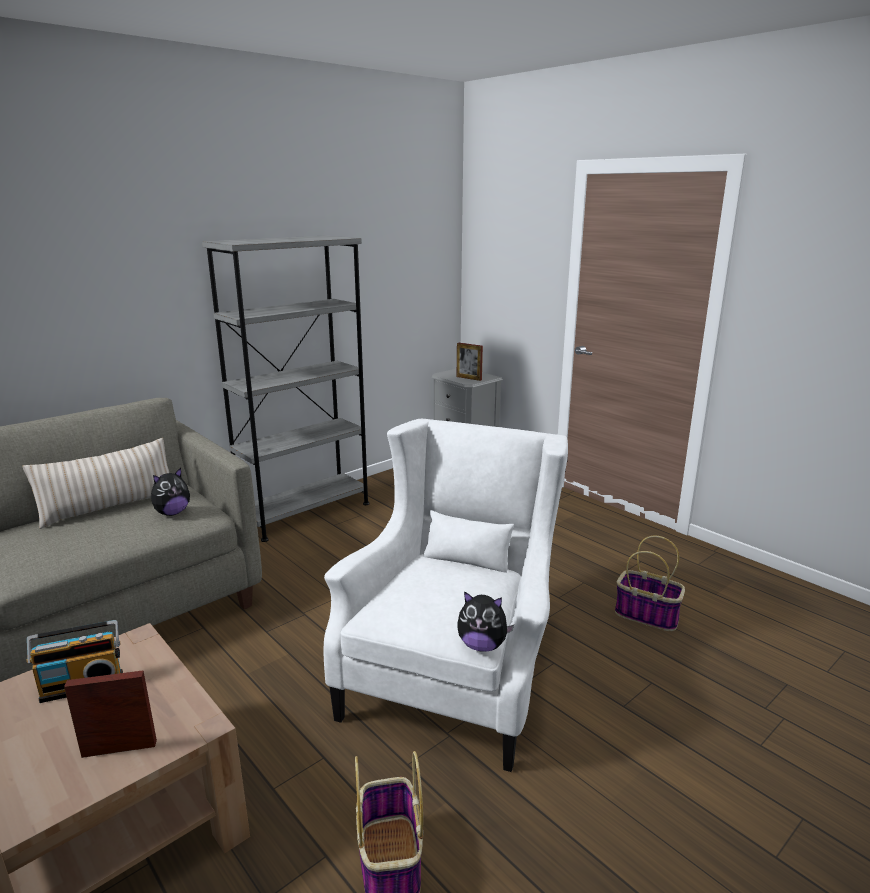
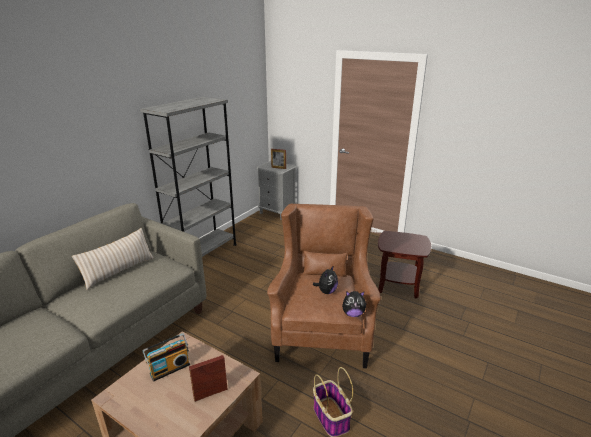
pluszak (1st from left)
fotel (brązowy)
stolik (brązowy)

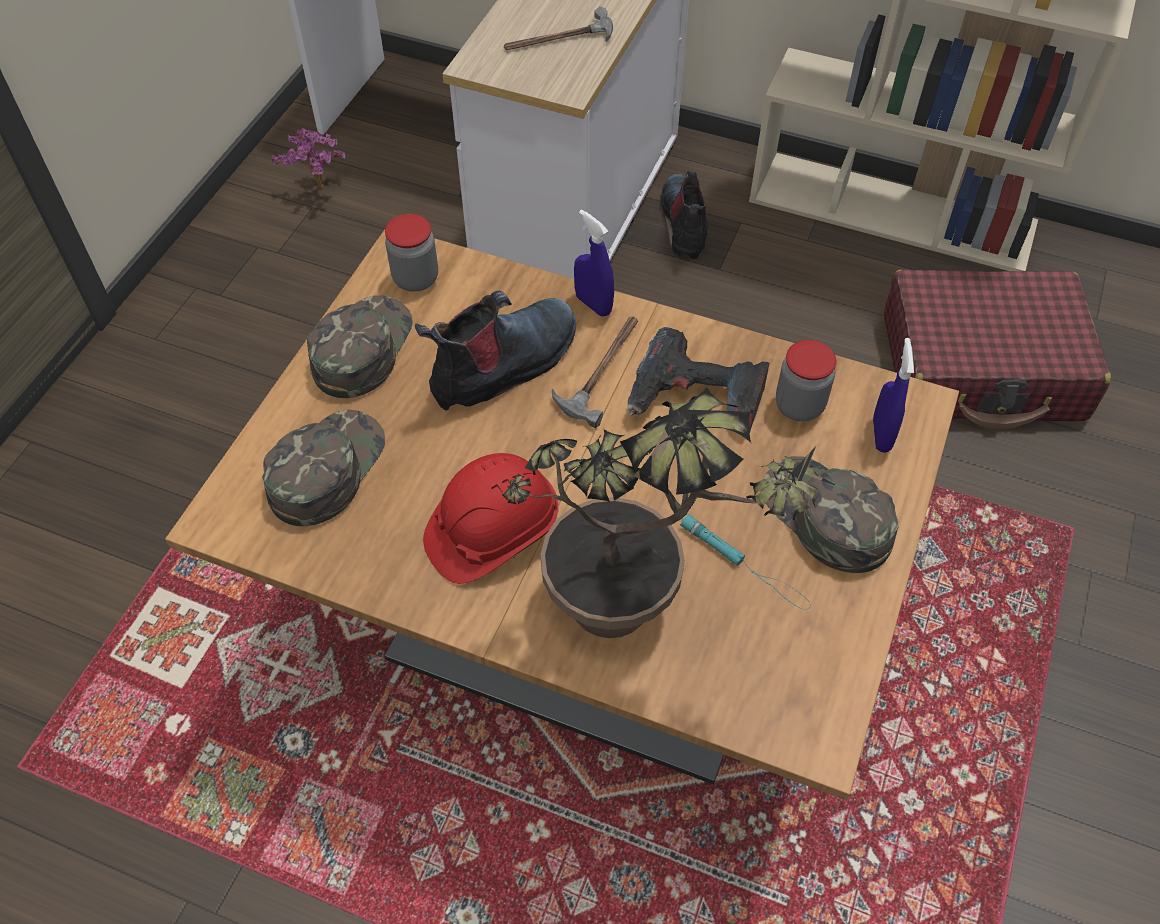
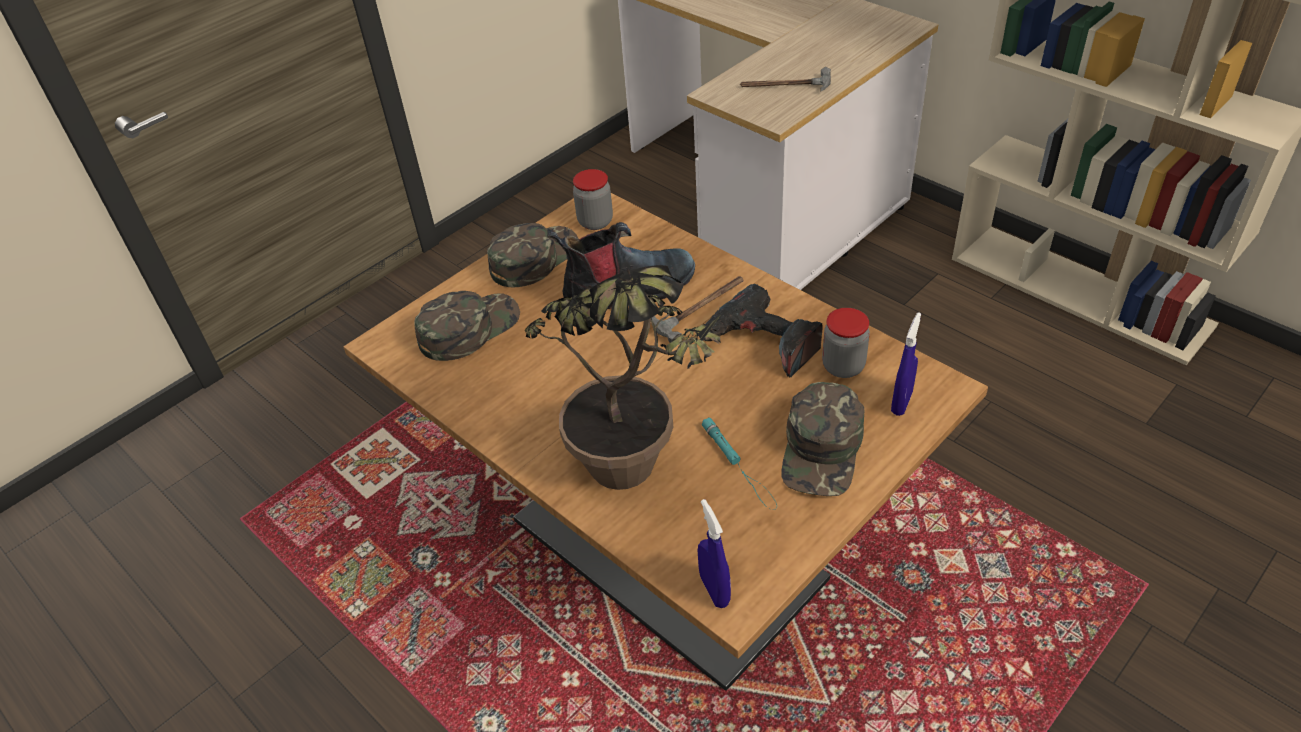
roślina doniczkowa (1st from left in the first image)
kask (czerwony)
spryskiwacz (niebieski) (1st from left)
but z cholewką (2nd from left in the first image)
czapka z daszkiem (zielony) (3rd from left)
walizka (czerwony)

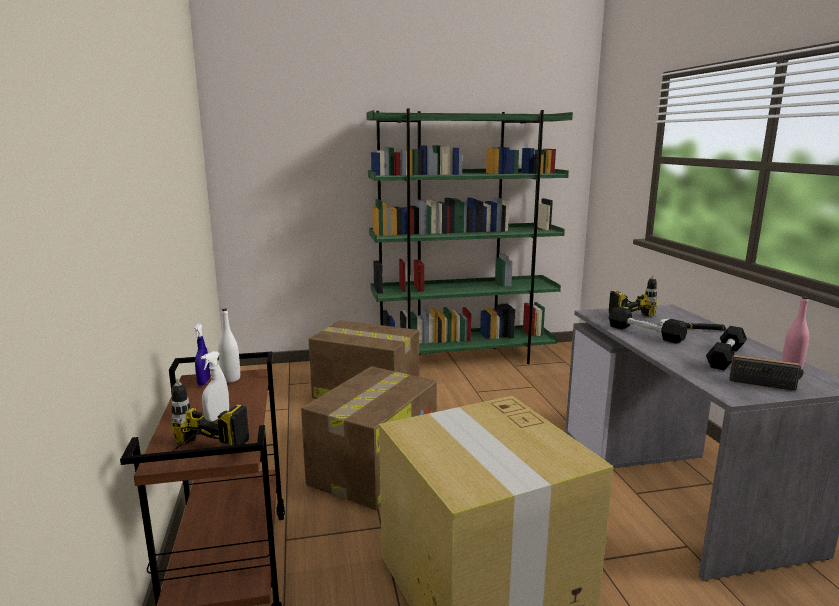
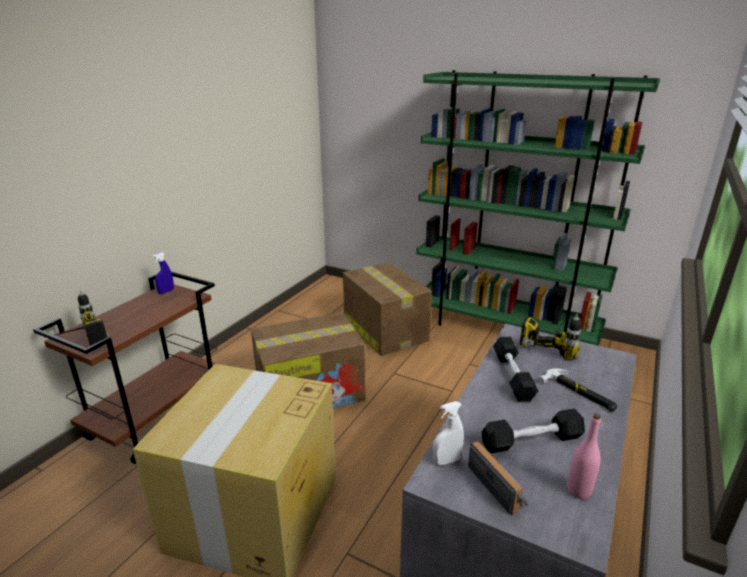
spryskiwacz (biały)
butelka (biały)

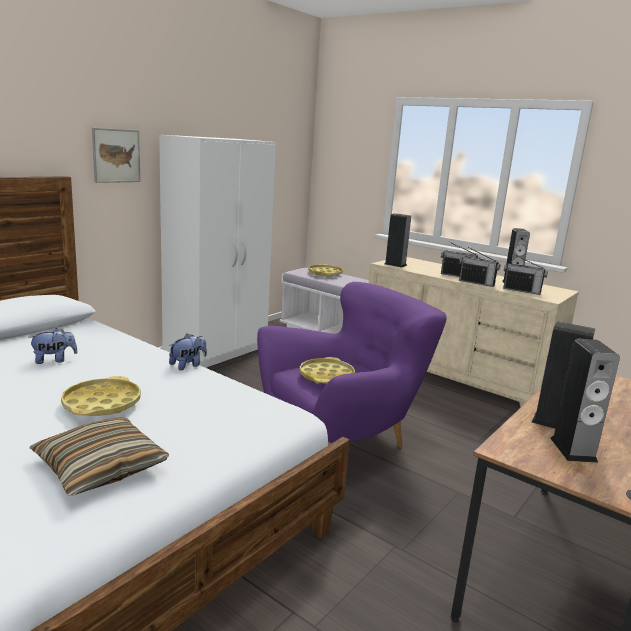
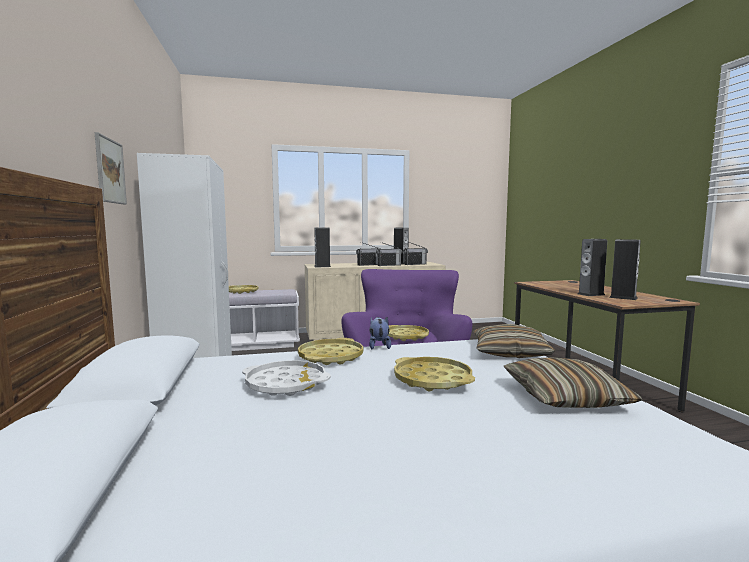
taca (biały)
taca (żółty) (2nd from left)
poduszka (1st from left)

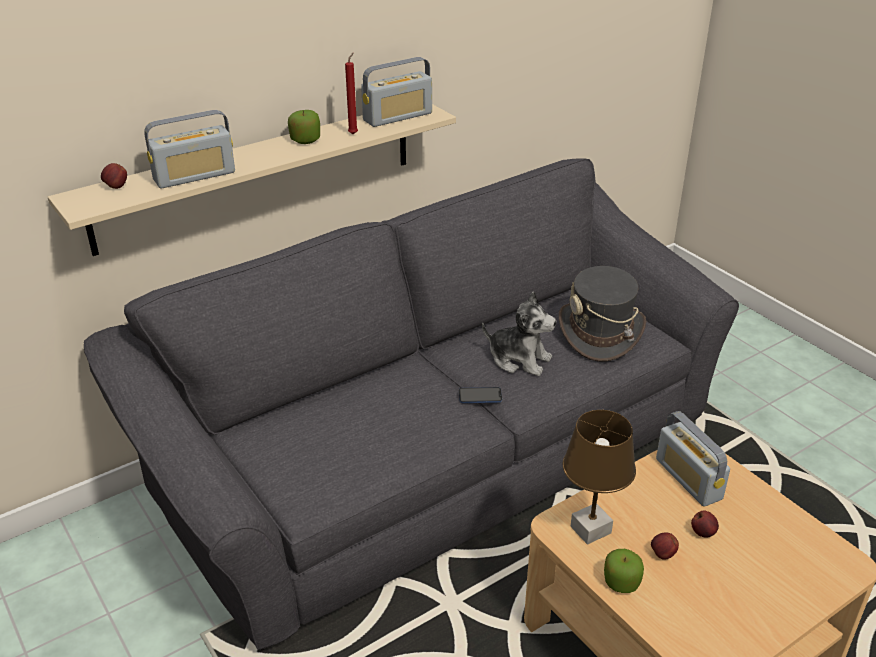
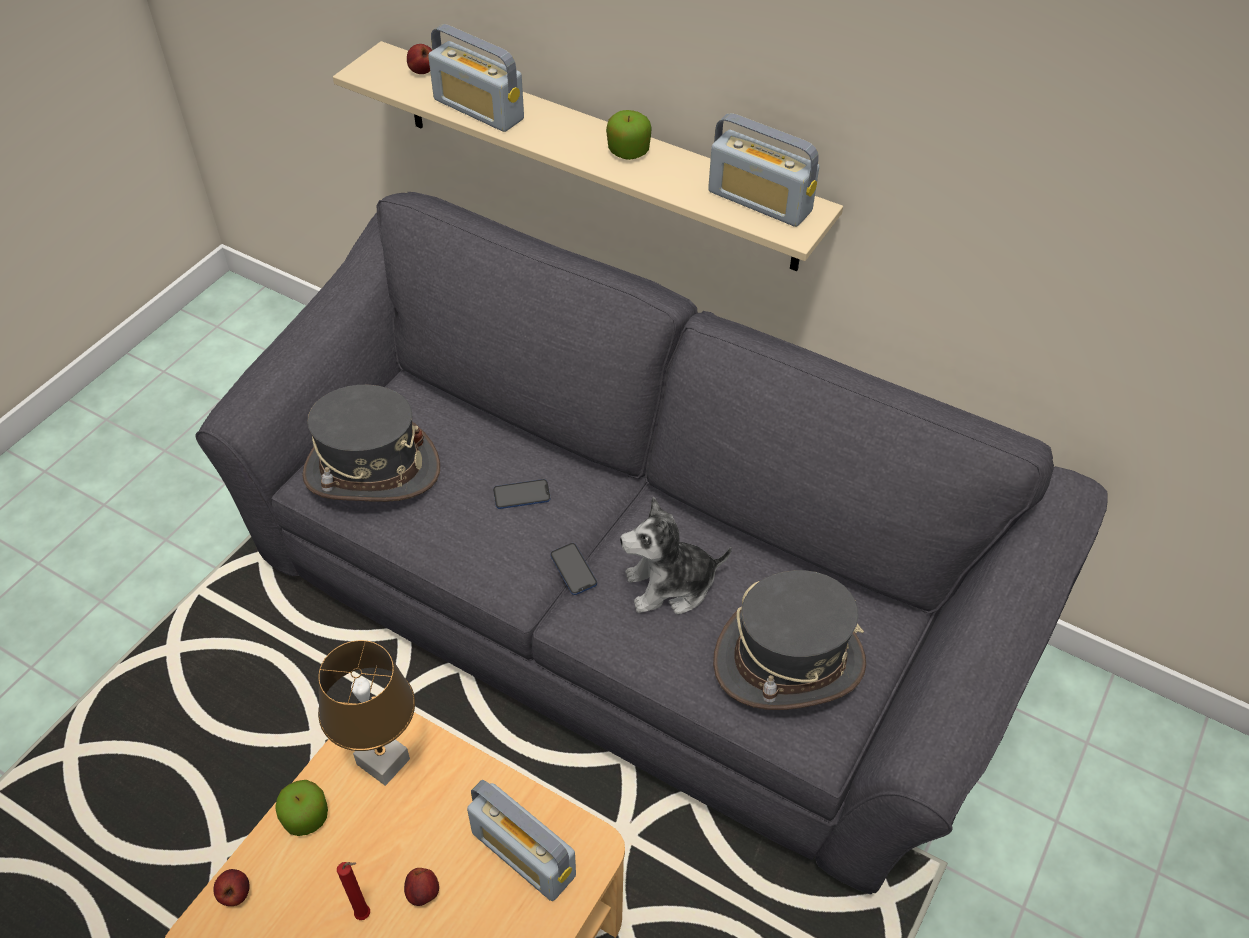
świeca (czerwony)
pluszak
jabłko (1st from left)
radio (2nd from left)
kapelusz (szary) (1st from left)
telefon (1st from left)

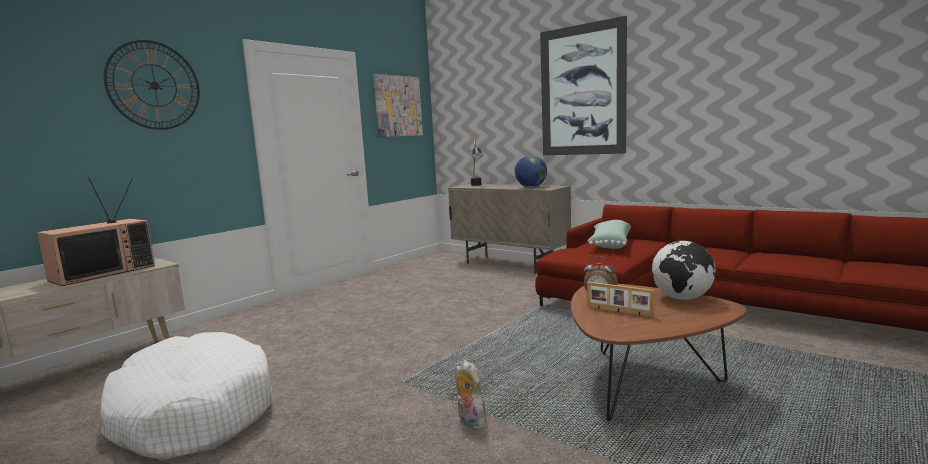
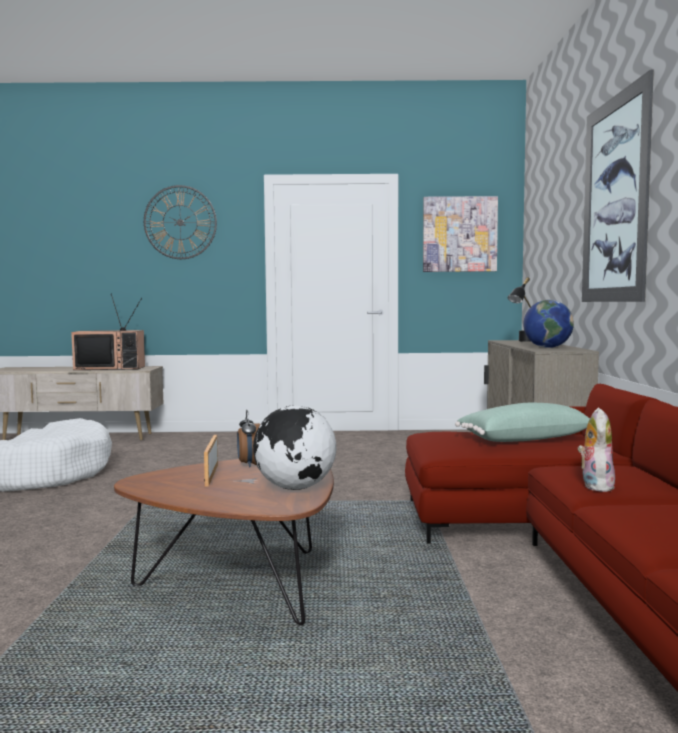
pluszak

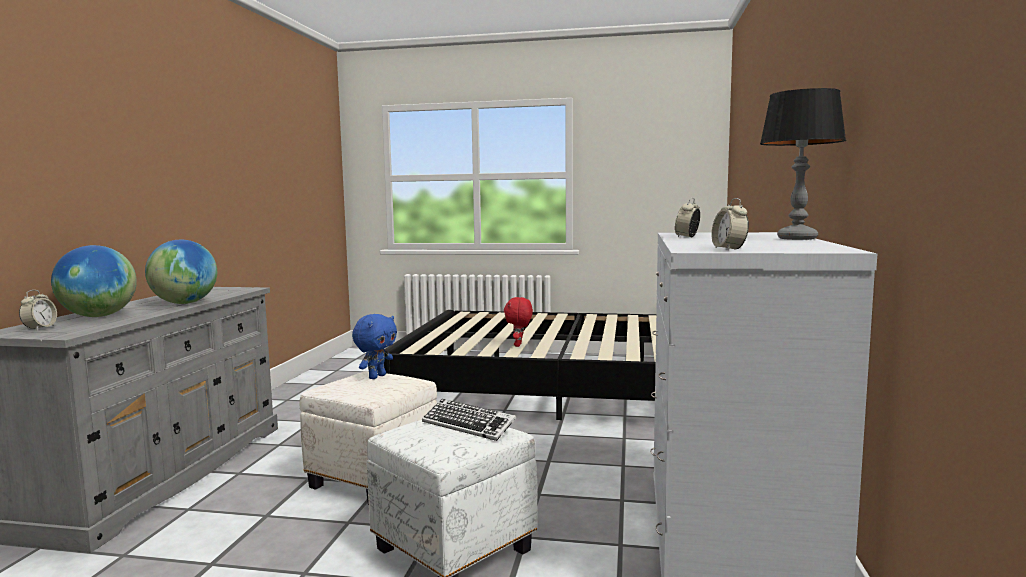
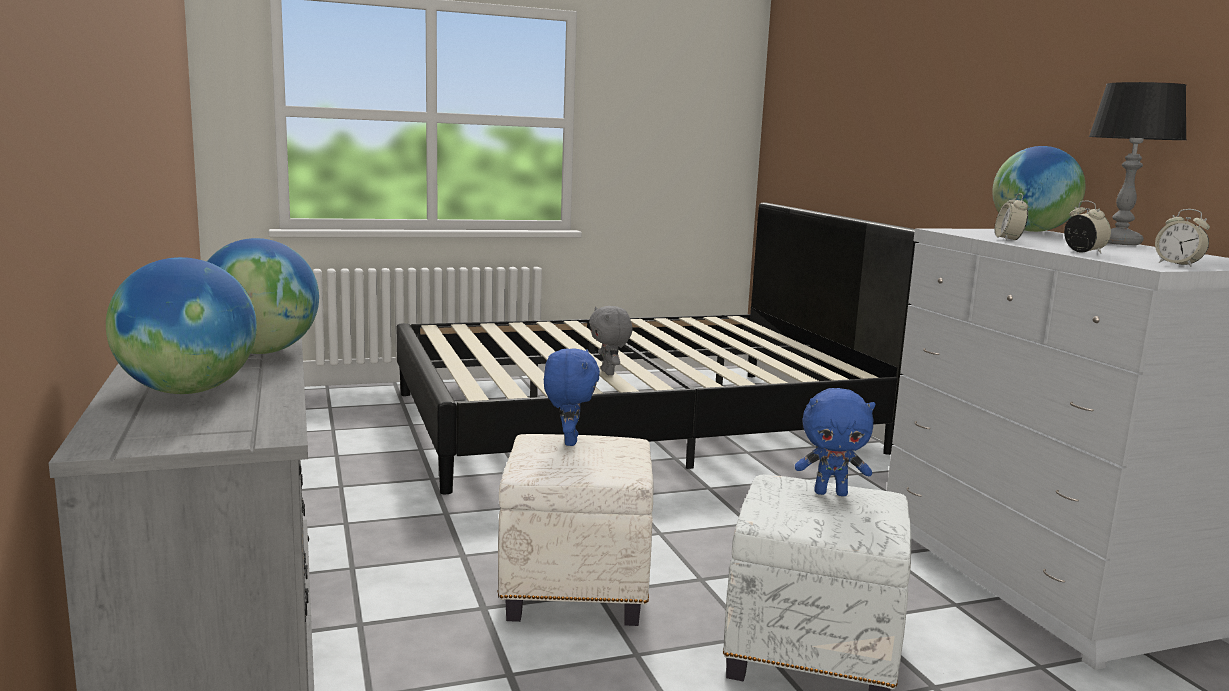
budzik (2nd from left)
pluszak (niebieski) (2nd from left)
pluszak (szary)
globus (3rd from left)

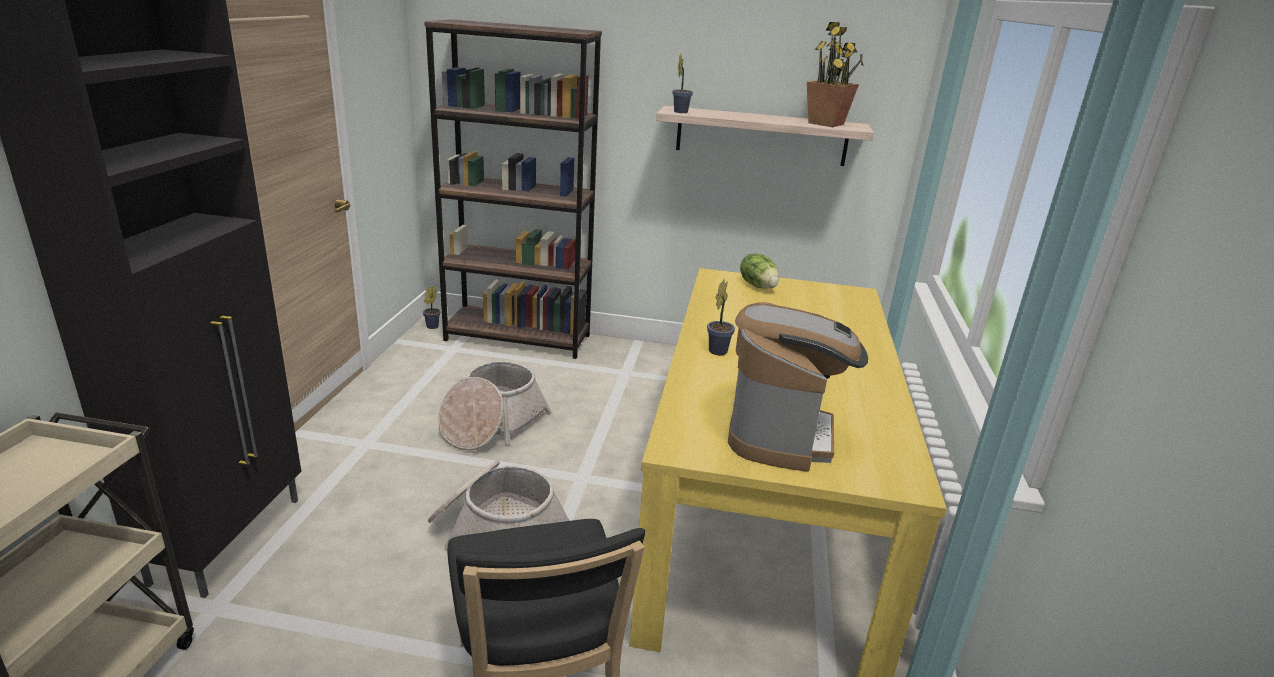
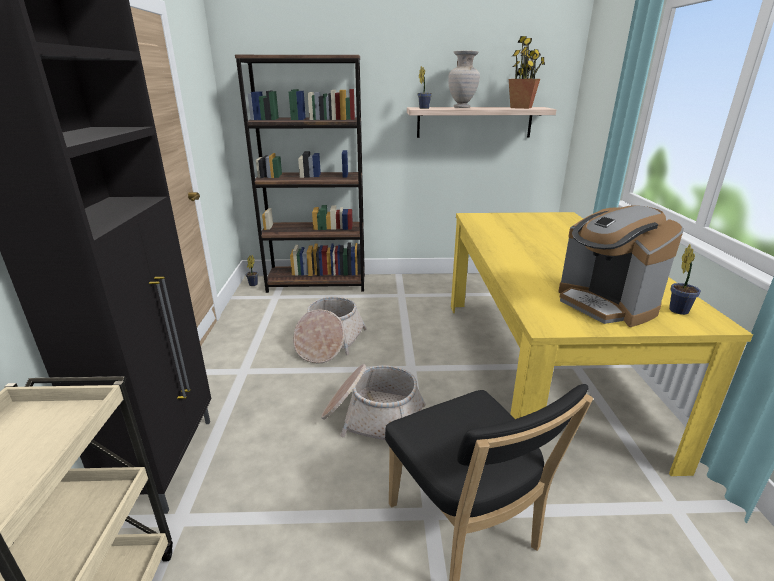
roślina doniczkowa (4th from left)
ekspres do kawy
sałata
wazon (beżowy)

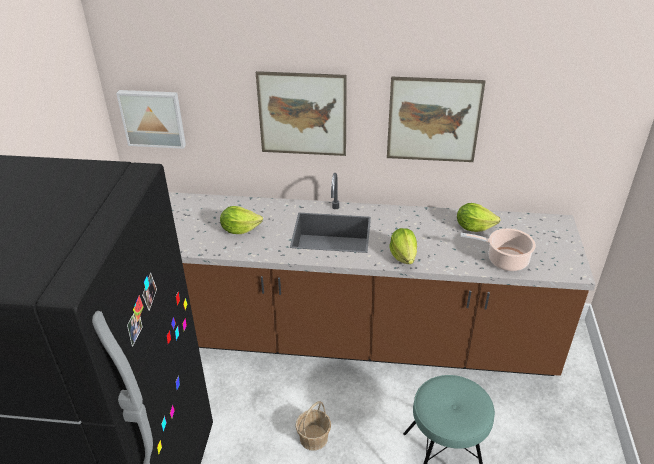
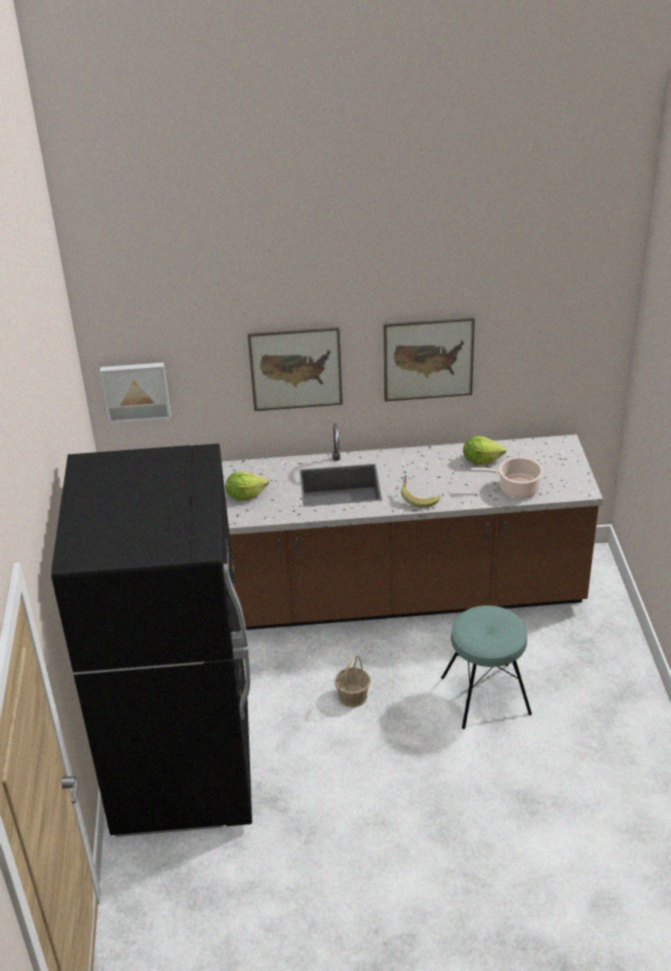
banan

